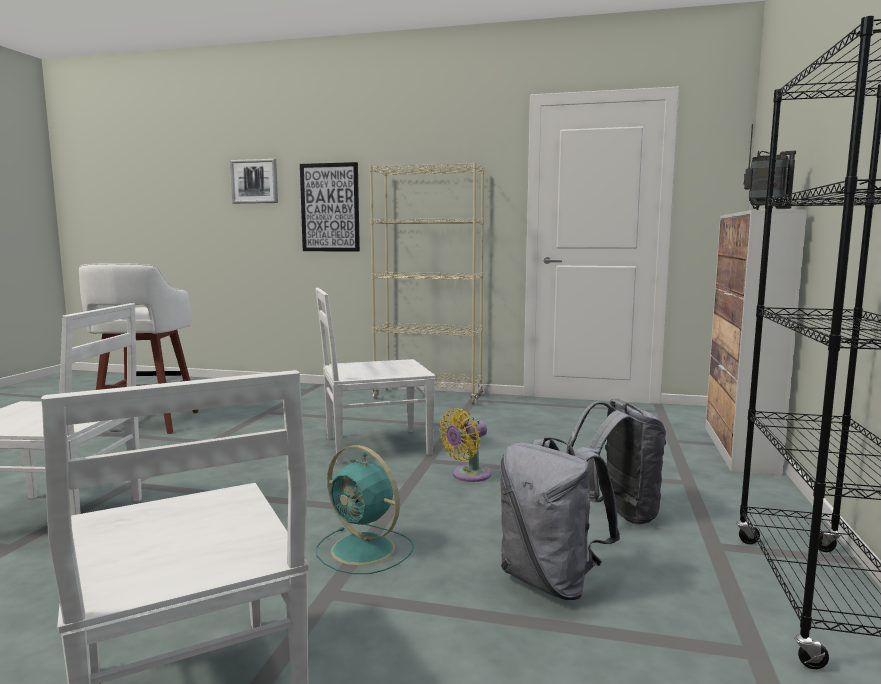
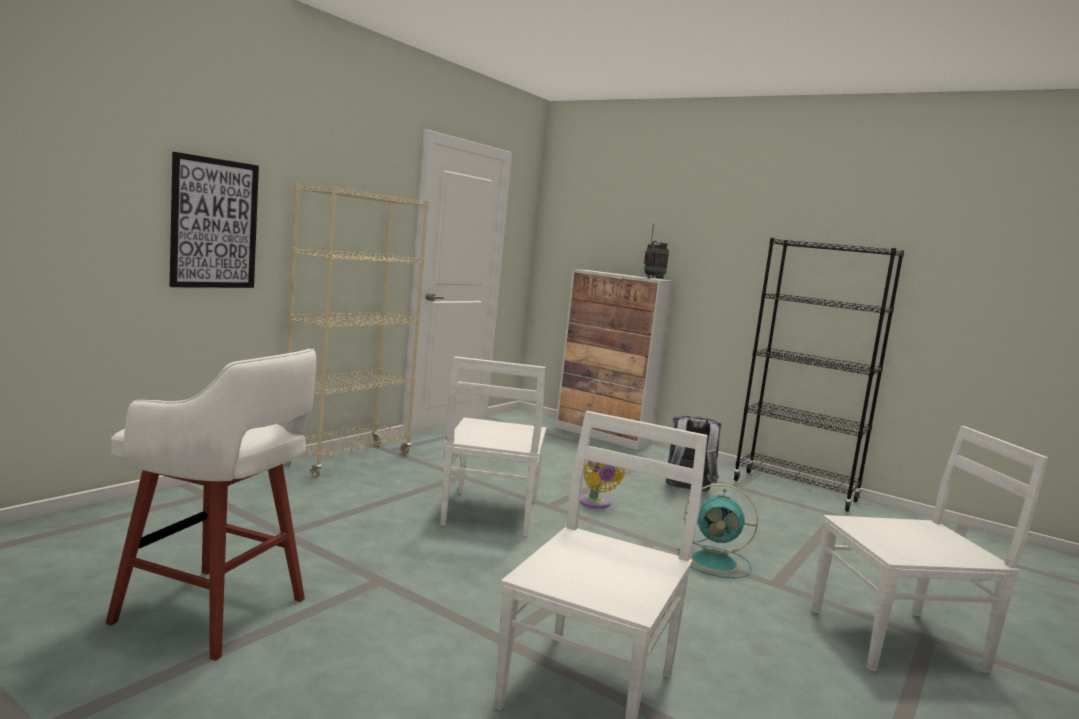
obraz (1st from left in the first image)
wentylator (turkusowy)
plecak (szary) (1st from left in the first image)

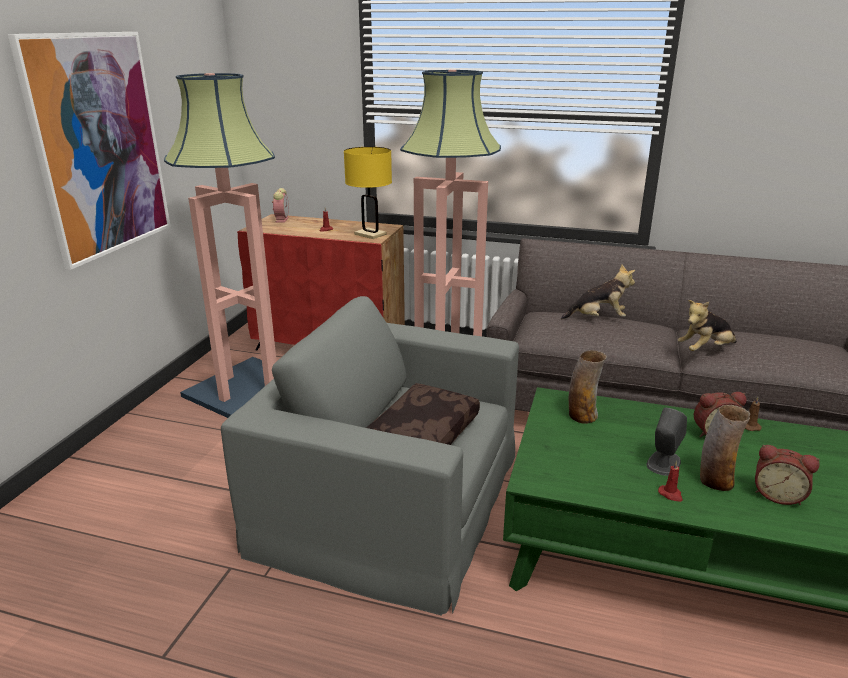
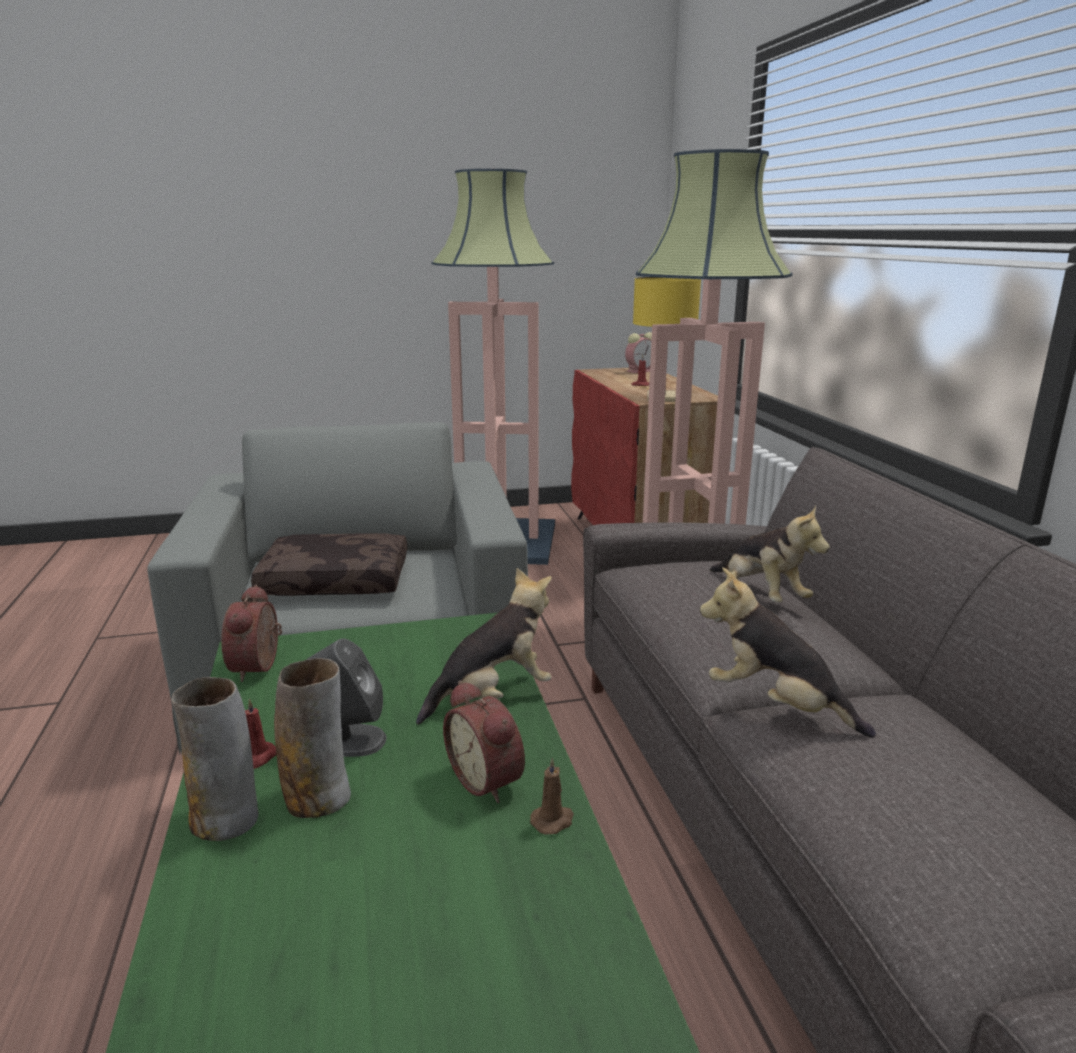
obraz
wazon (1st from left)
budzik (1st from left)
pluszak (1st from left)

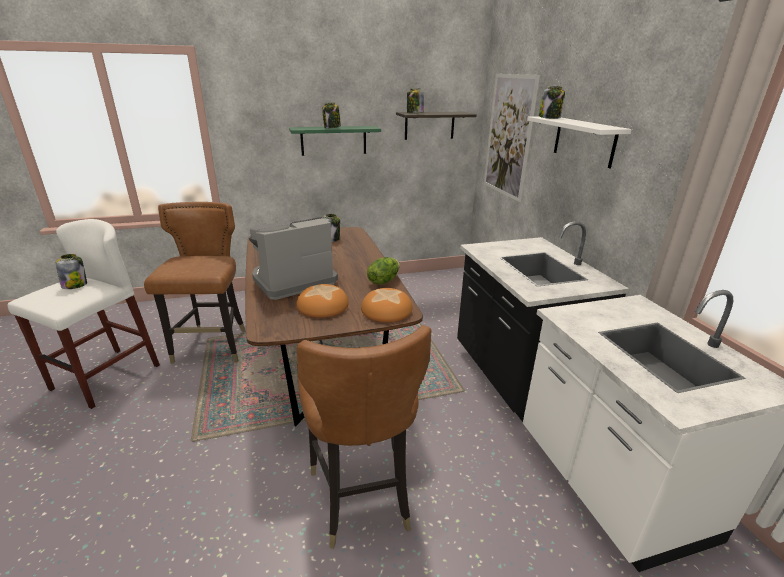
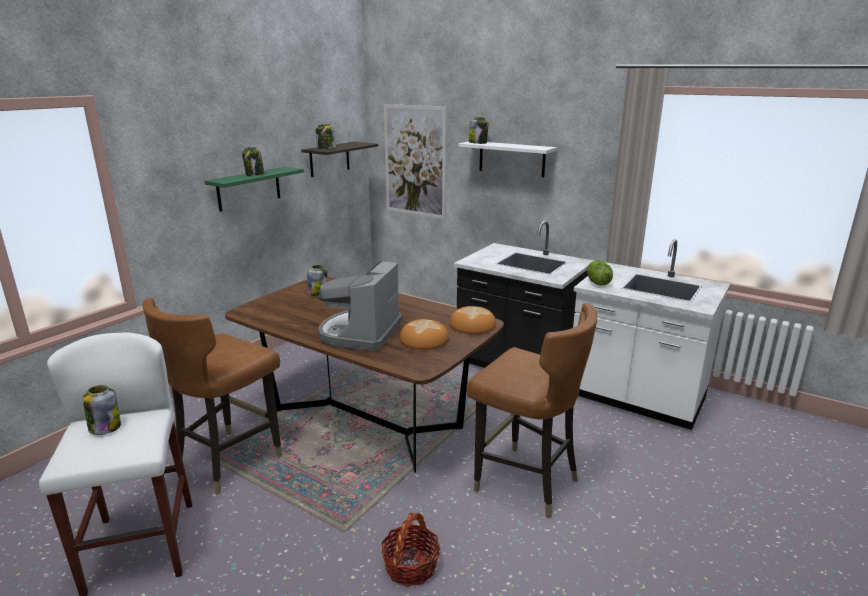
krzesło (brązowy) (1st from left)
sałata
koszyk

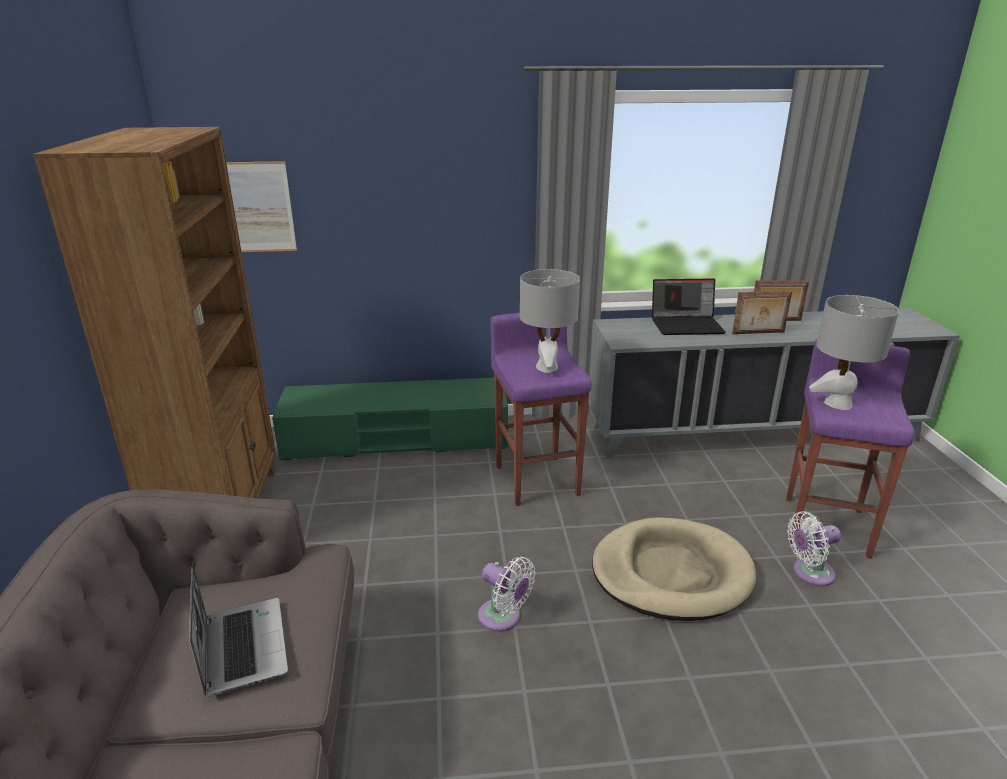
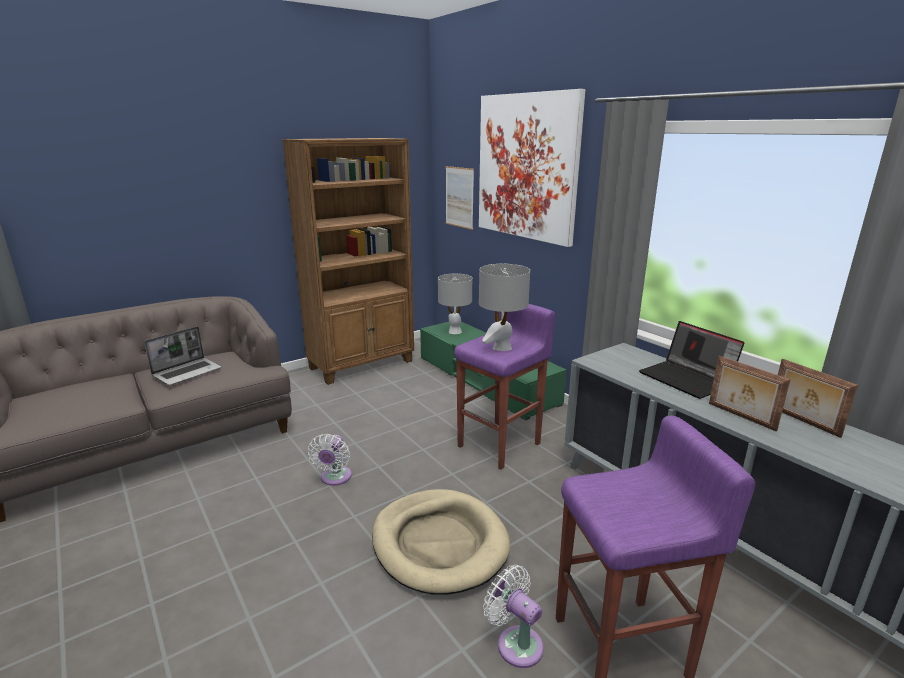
lampa stołowa (szary) (1st from left)
obraz (2nd from left)

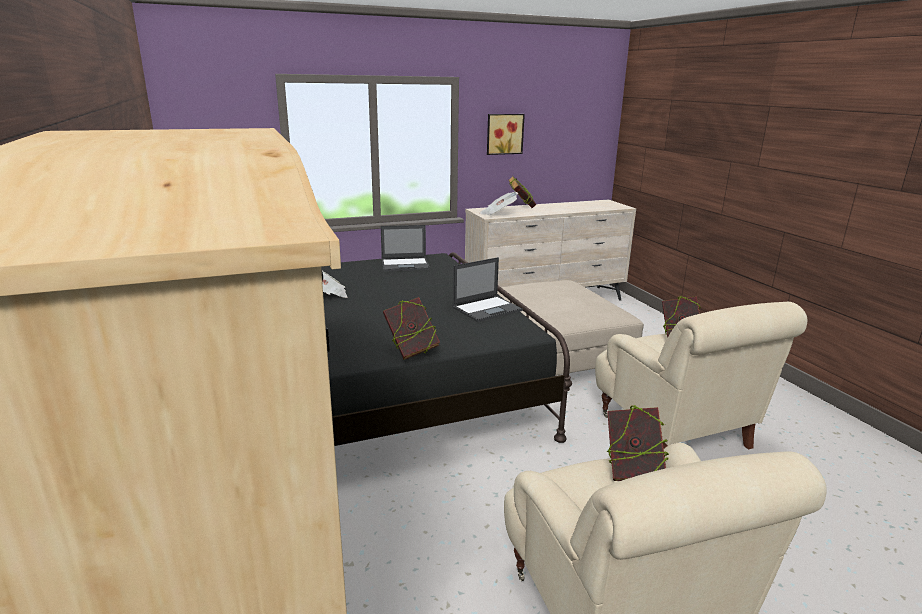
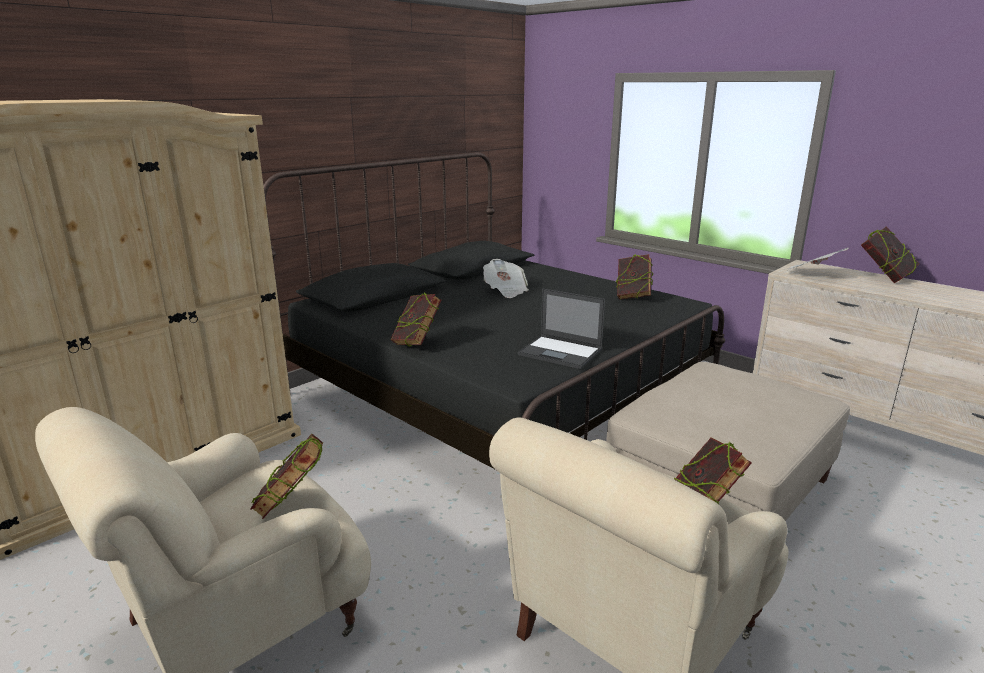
książka (3rd from left)
obraz

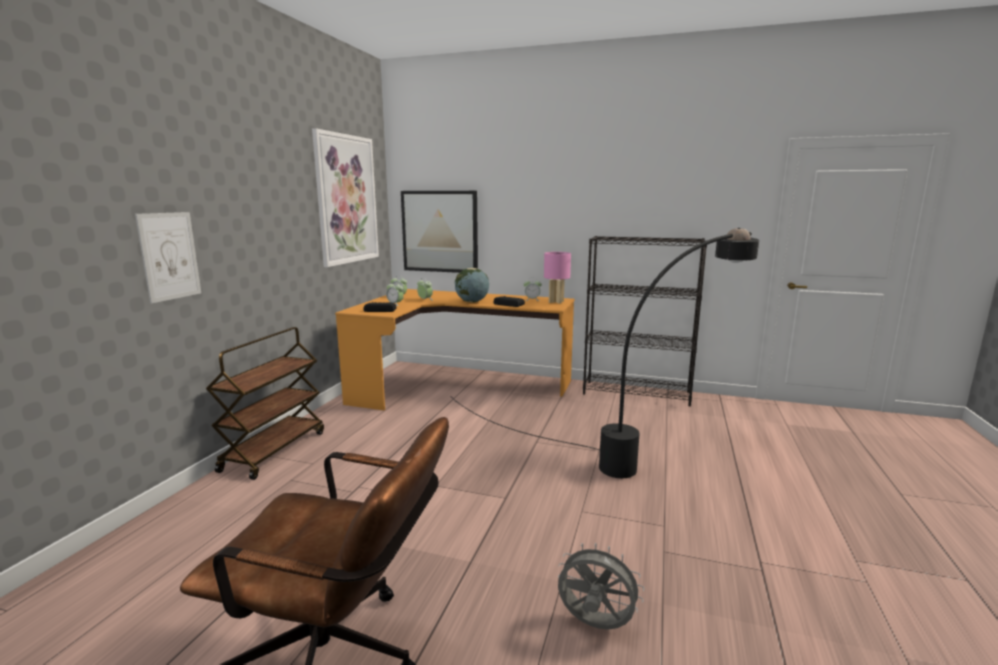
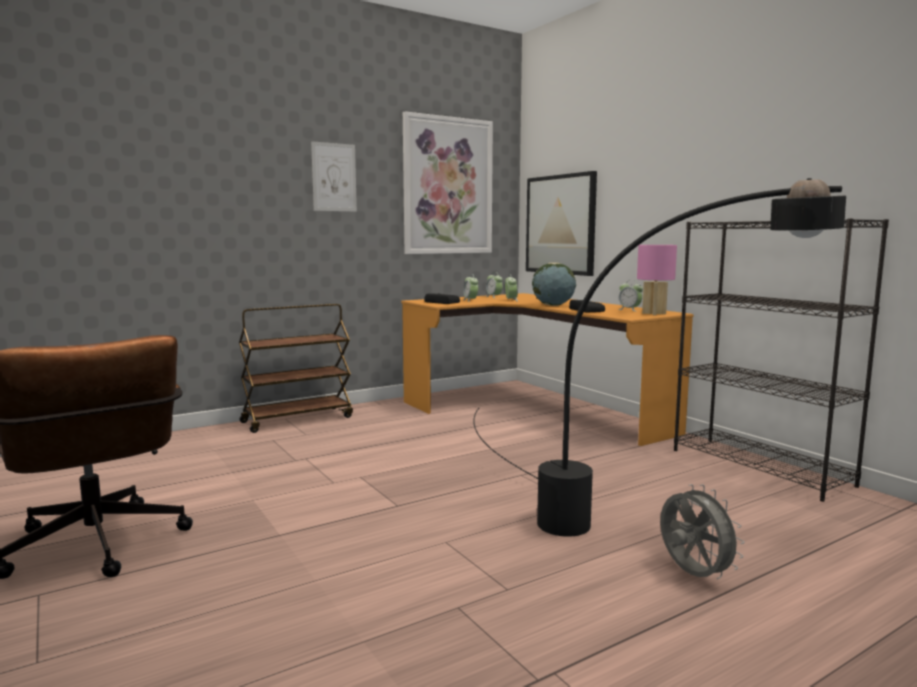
obraz (1st from left)
wentylator (szary)

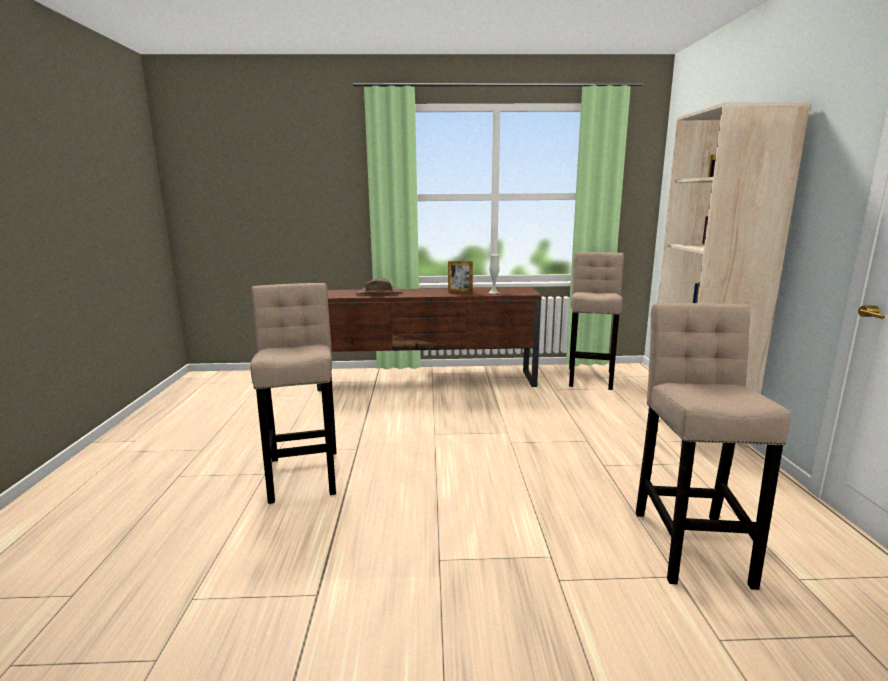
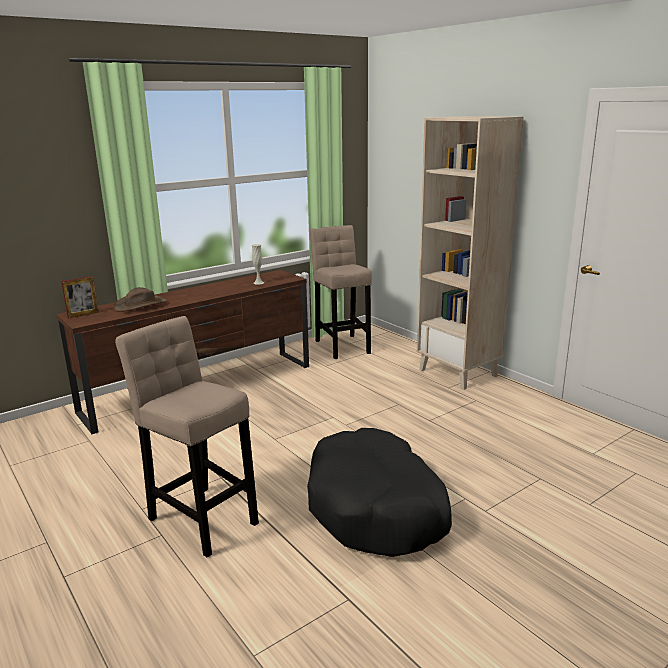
ramka na zdjęcie
stołek (beżowy) (3rd from left in the first image)
legowisko (czarny)

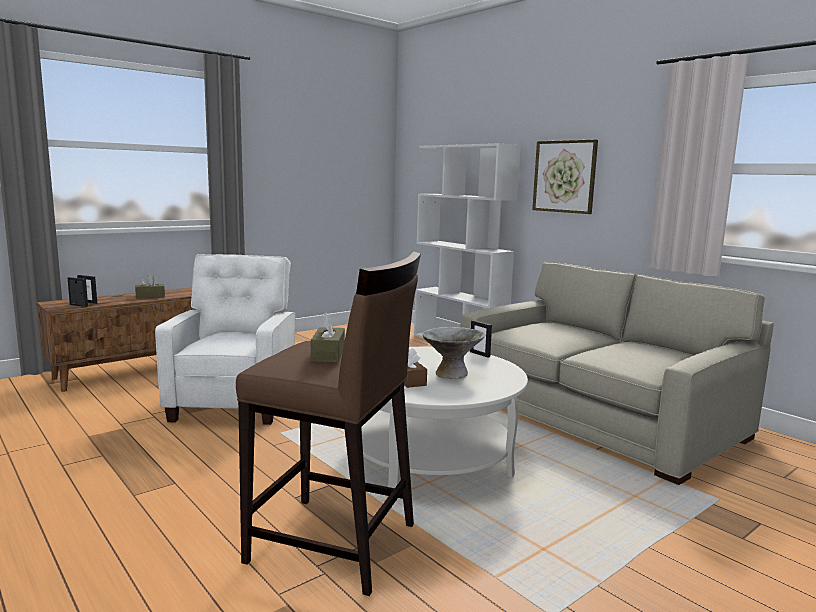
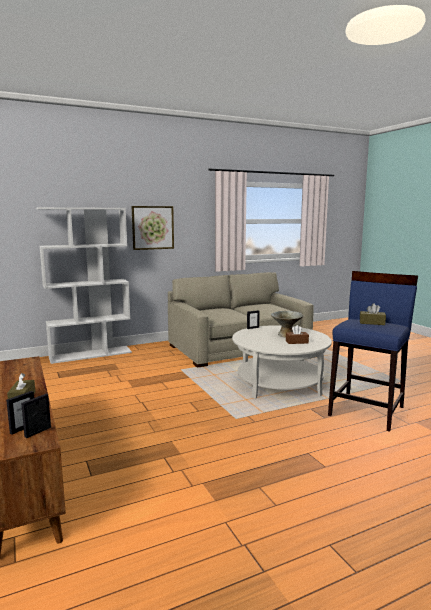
fotel (biały)
stołek (niebieski)

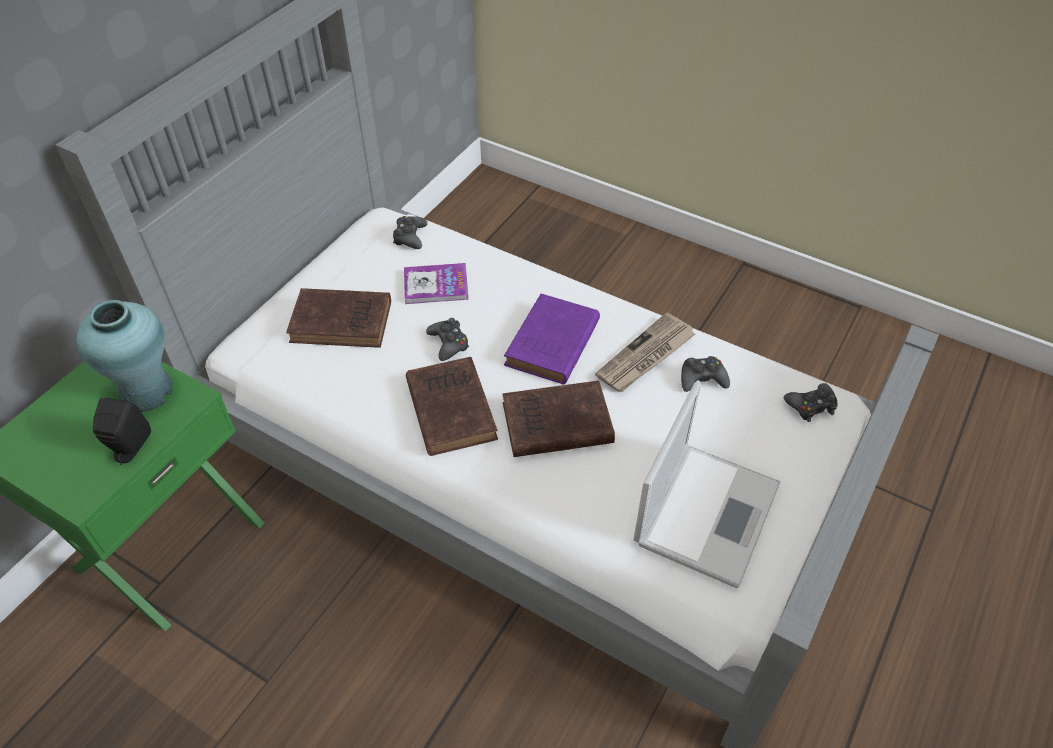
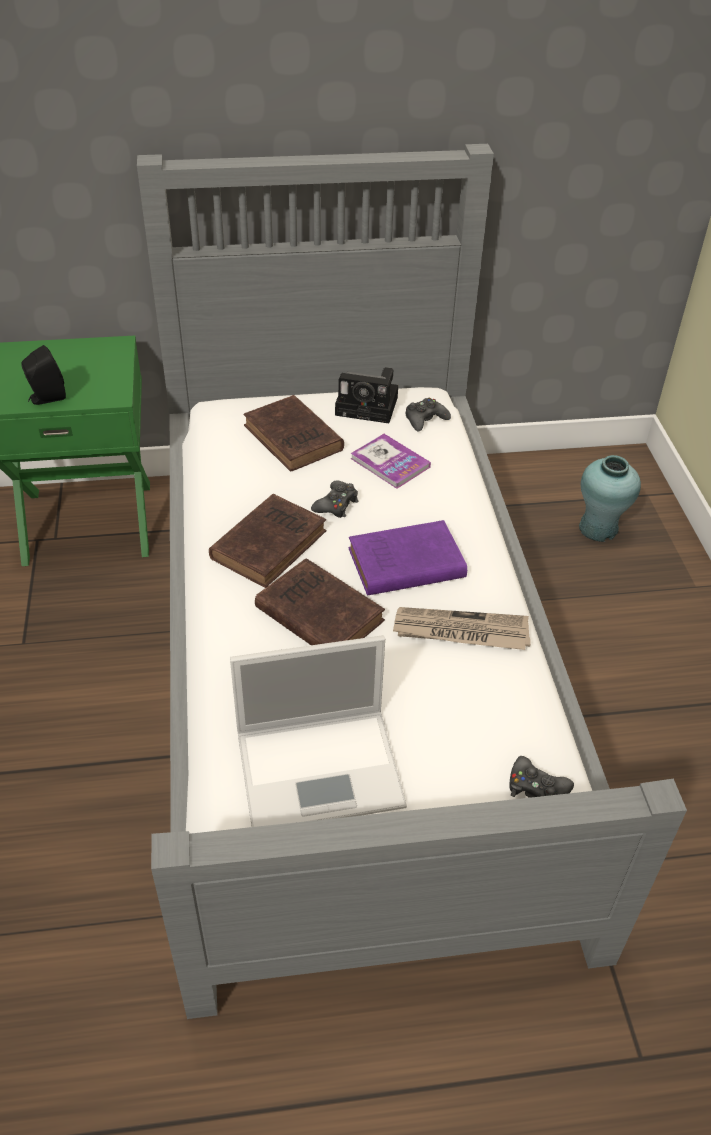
wazon (turkusowy)
pad do gier (czarny) (3rd from left in the first image)
aparat fotograficzny

